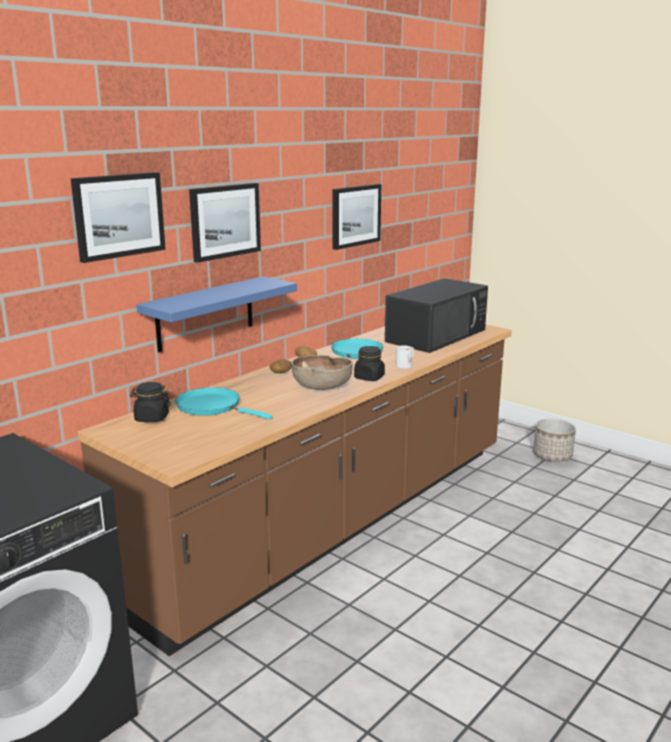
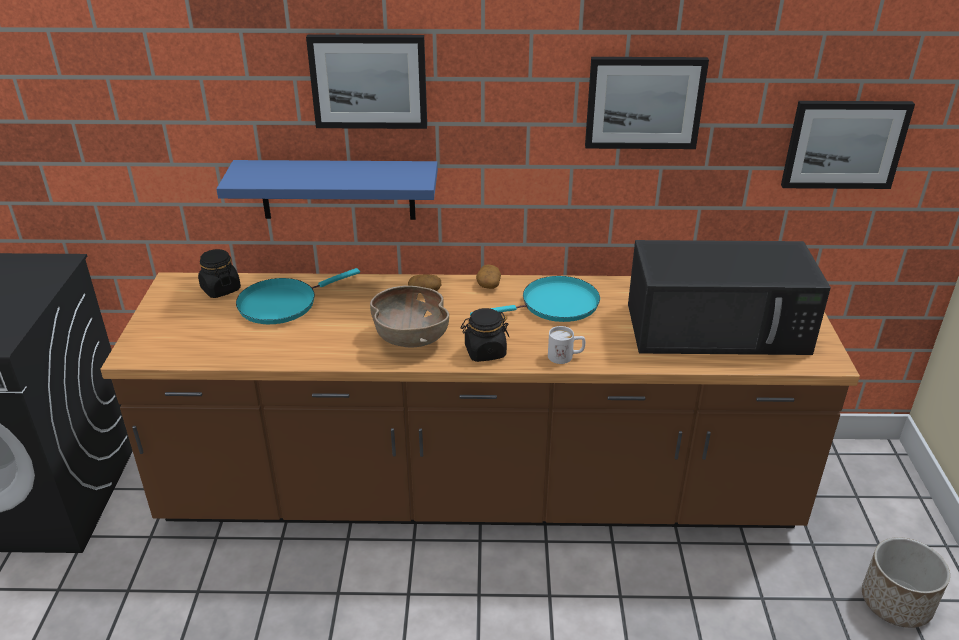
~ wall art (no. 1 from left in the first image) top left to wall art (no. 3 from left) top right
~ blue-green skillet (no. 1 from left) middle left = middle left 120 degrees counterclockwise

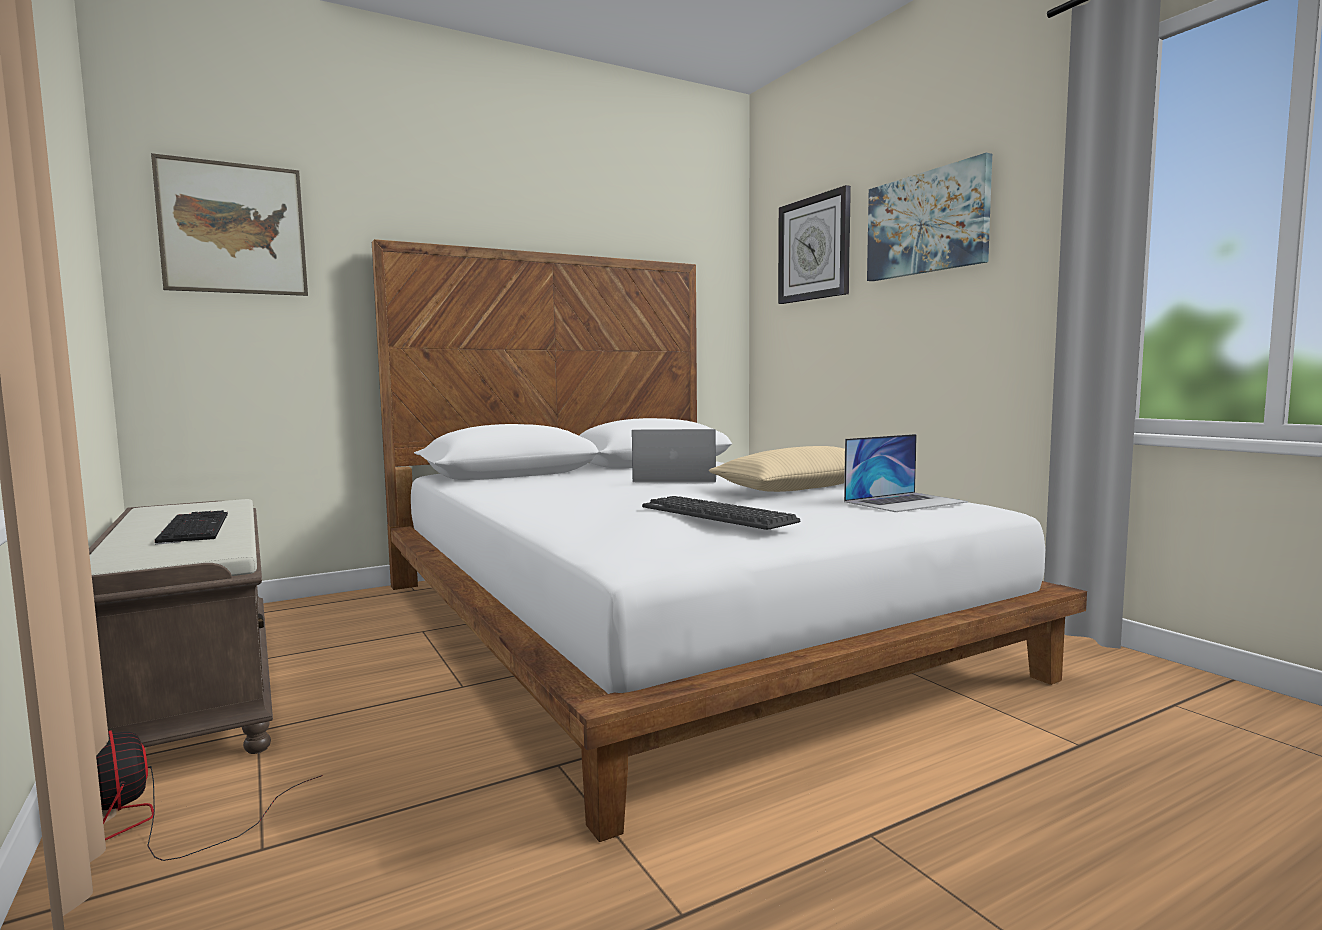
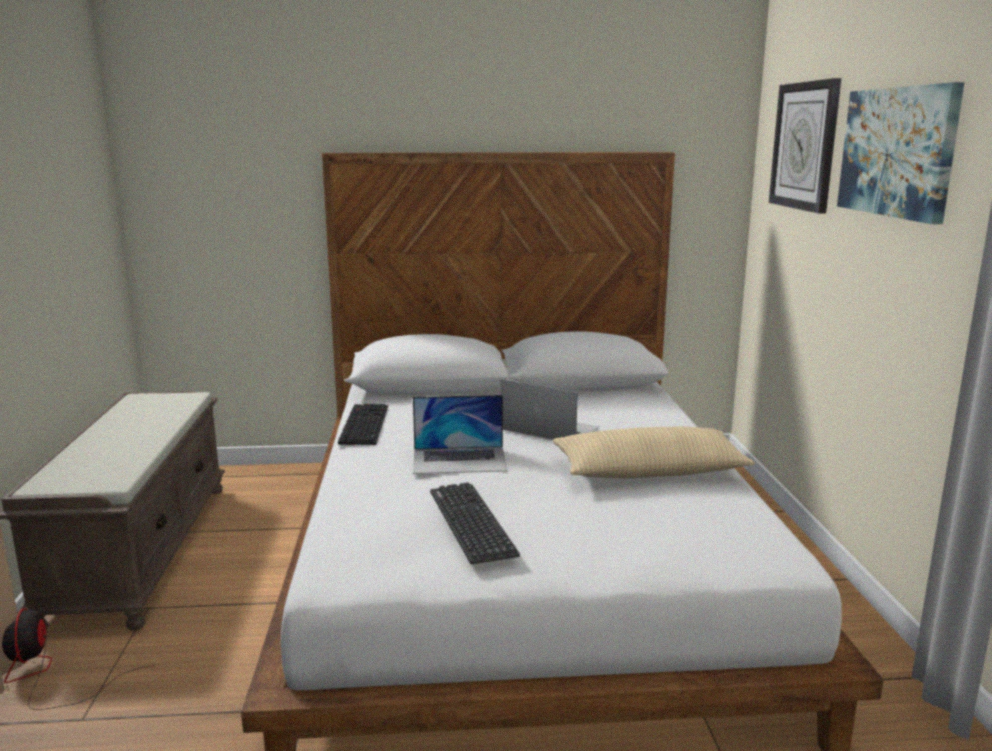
- wall art (no. 1 from left) top left
~ notebook computer (no. 2 from left in the first image) middle right to notebook computer (no. 1 from left) centre
~ keyboard (no. 1 from left) middle left to centre

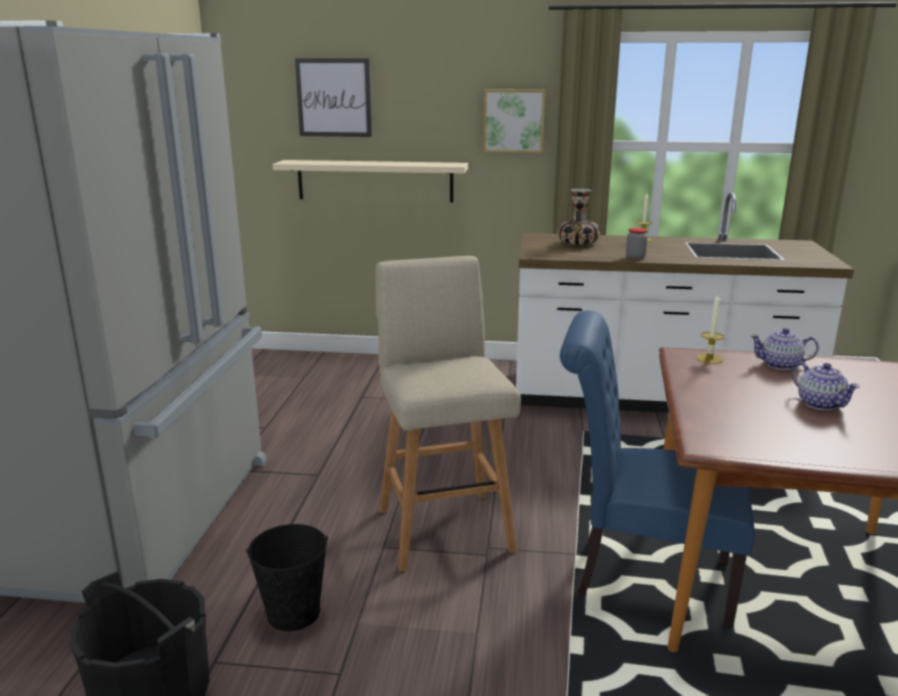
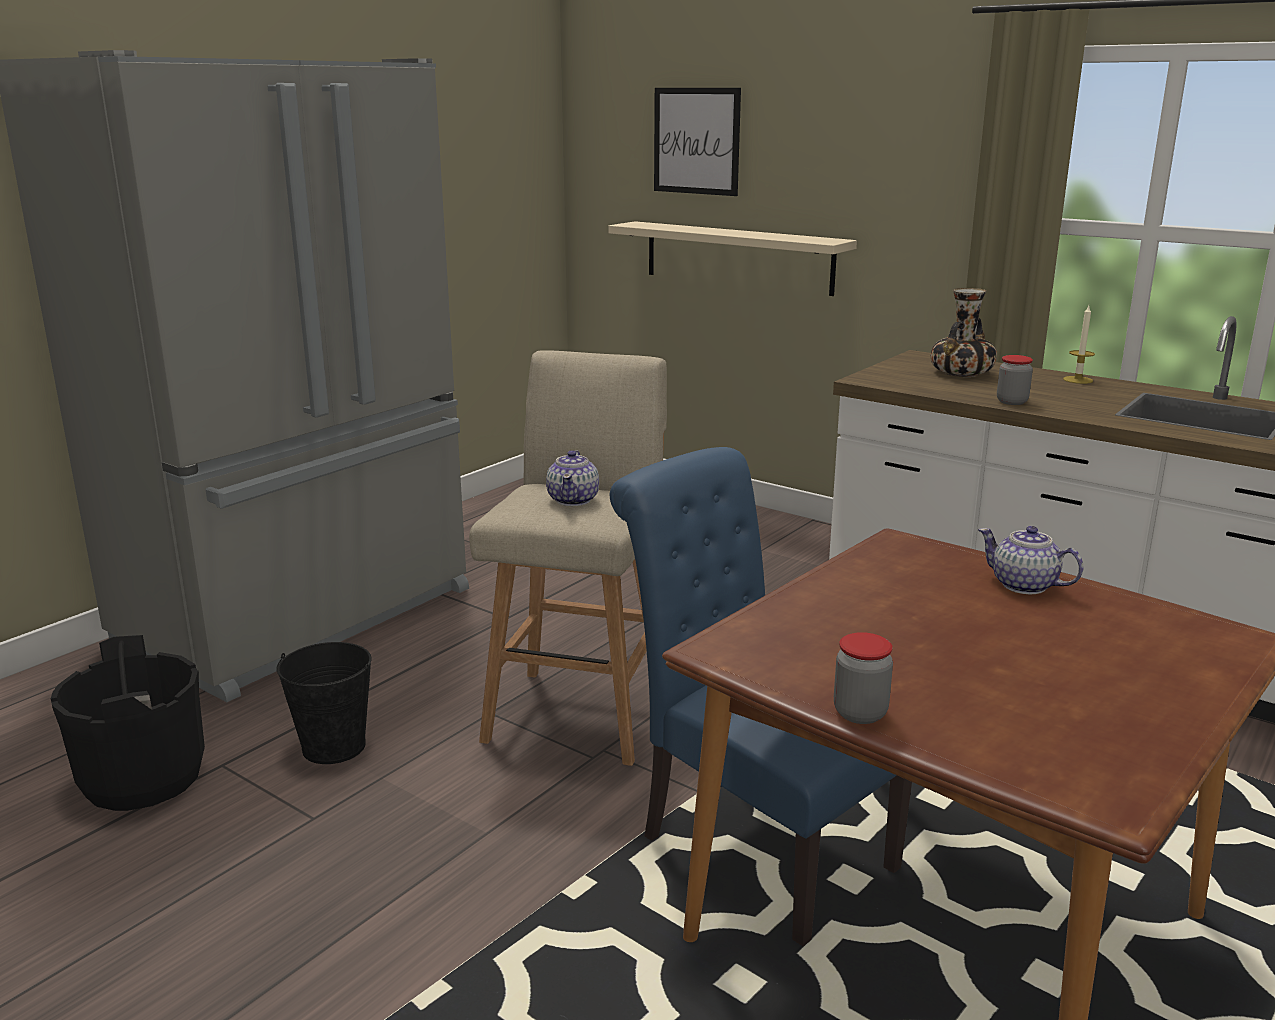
- wall art (no. 2 from left) top centre
- wax candle (no. 2 from left) middle right
~ pot for tea (no. 2 from left in the first image) middle right to pot for tea (no. 1 from left) centre
+ jar (no. 1 from left) middle right

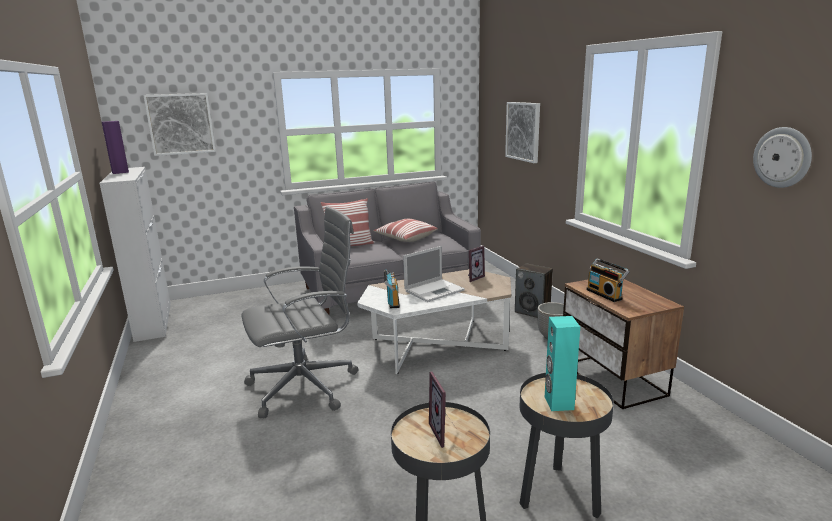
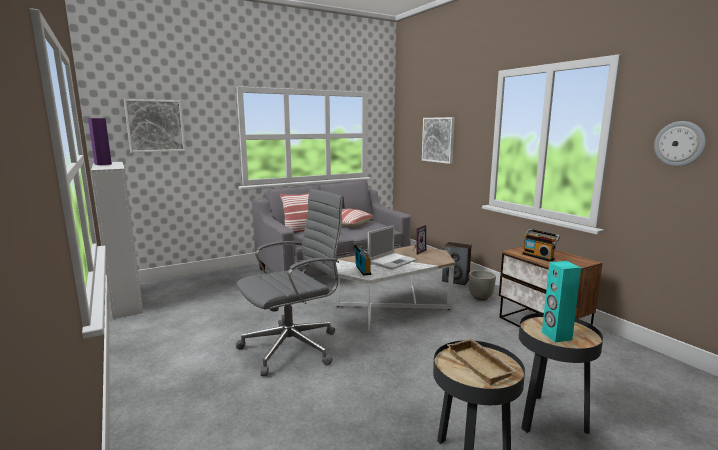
~ standing frame (no. 1 from left) bottom centre to beige-coloured serving tray bottom right

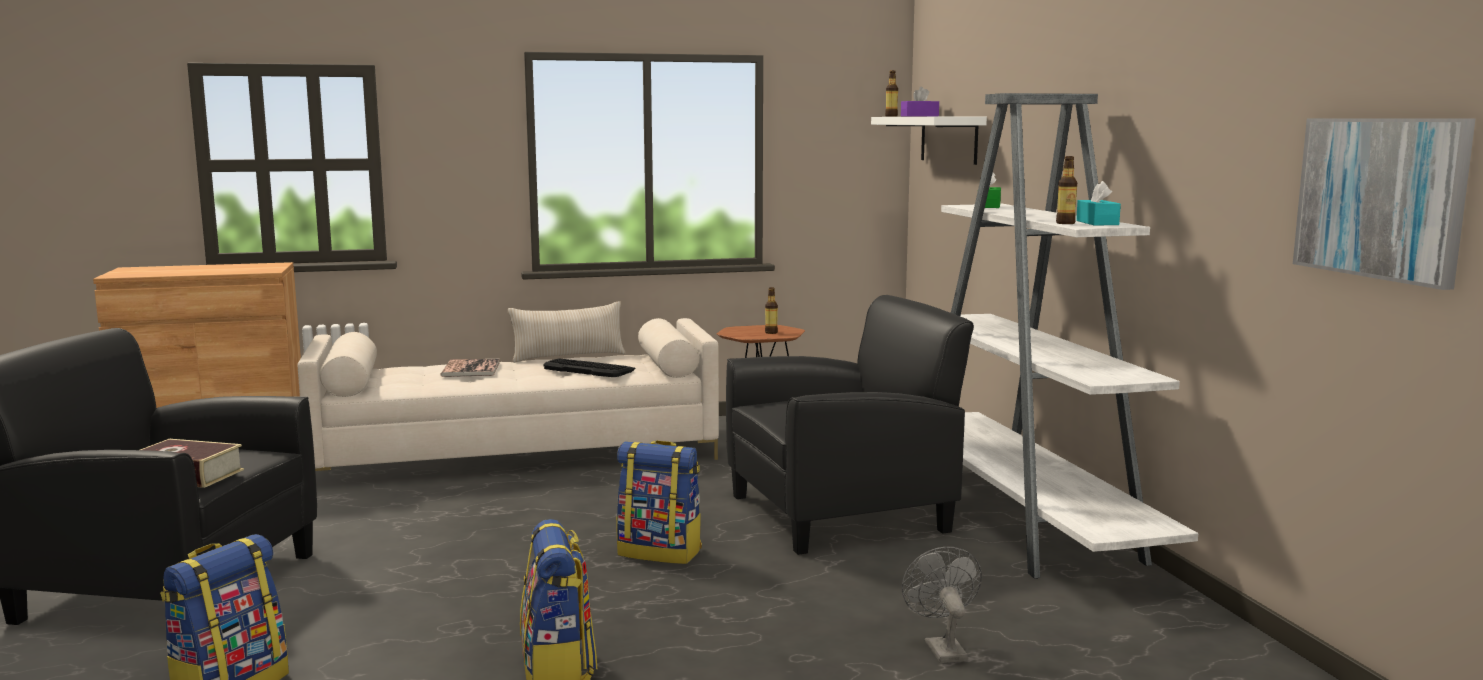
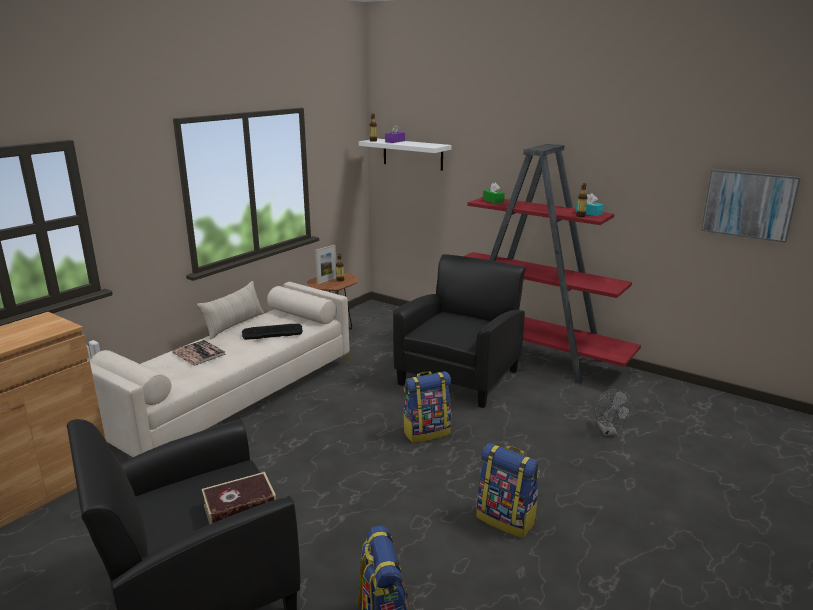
~ whitish bookshelf middle right to red-coloured bookshelf middle right
~ greyish electric fan bottom centre = bottom right 135 degrees counterclockwise
+ standing frame centre

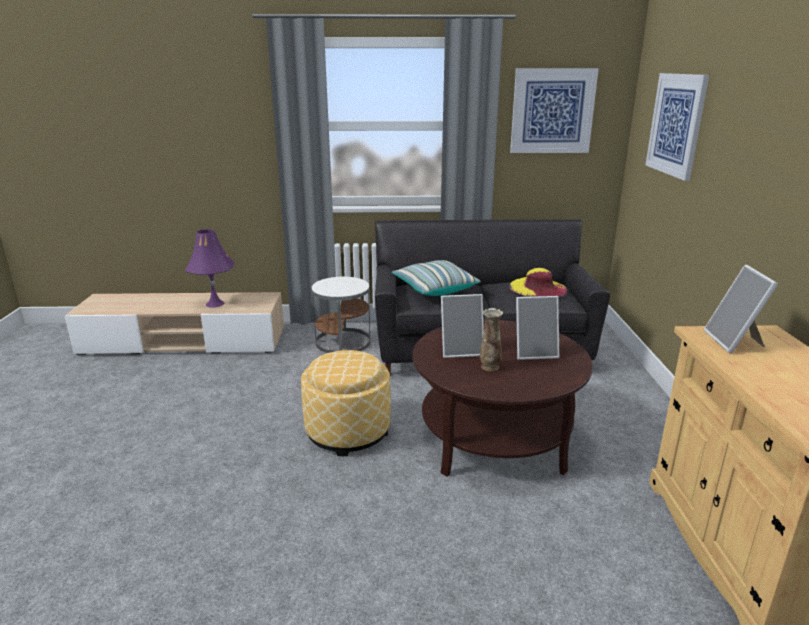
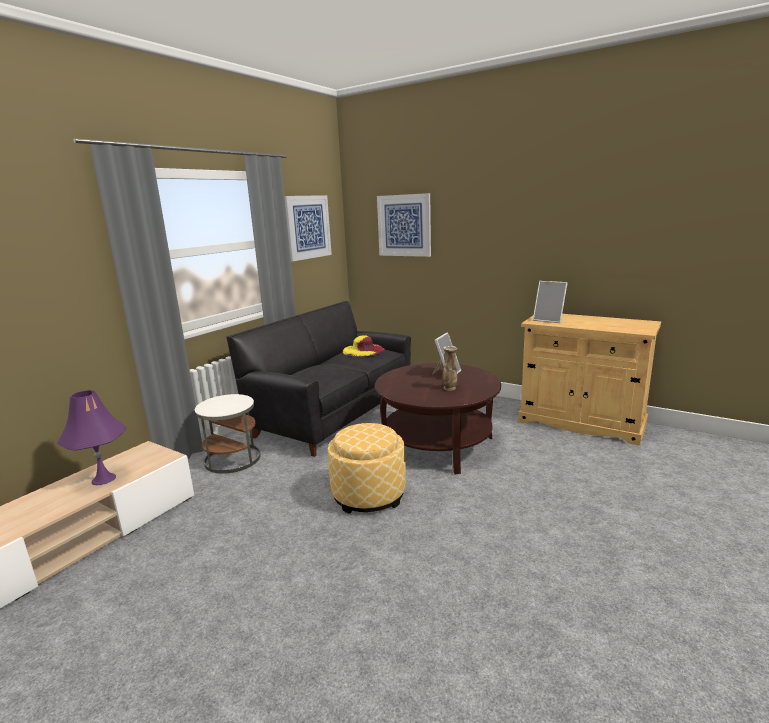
- throw pillow centre
- standing frame (no. 1 from left) centre

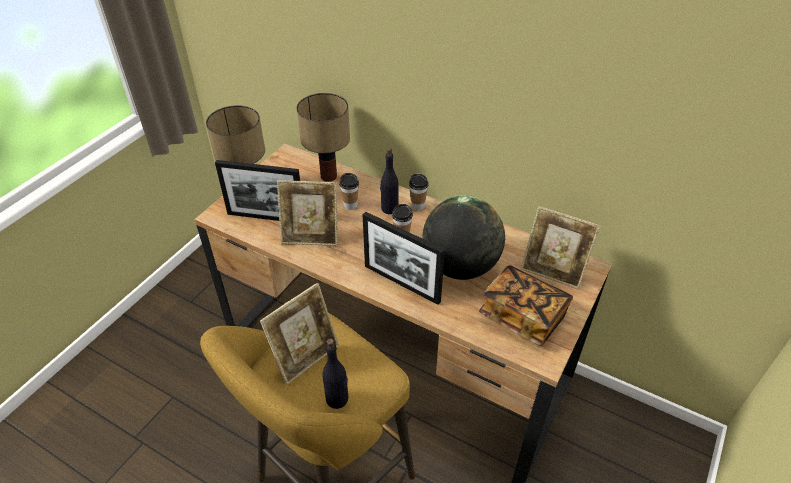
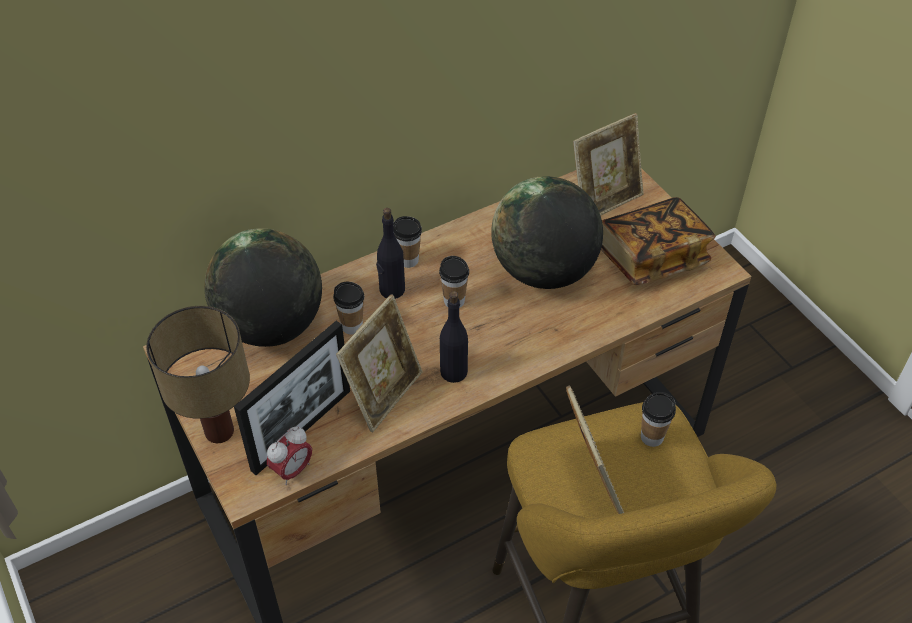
~ table lamp (no. 2 from left) top centre to world globe (no. 1 from left) middle left
- standing frame (no. 4 from left) centre
~ black-coloured beverage bottle (no. 1 from left in the first image) bottom centre to black-coloured beverage bottle (no. 2 from left) centre
+ small cup (no. 4 from left) bottom right
+ bedside clock bottom left

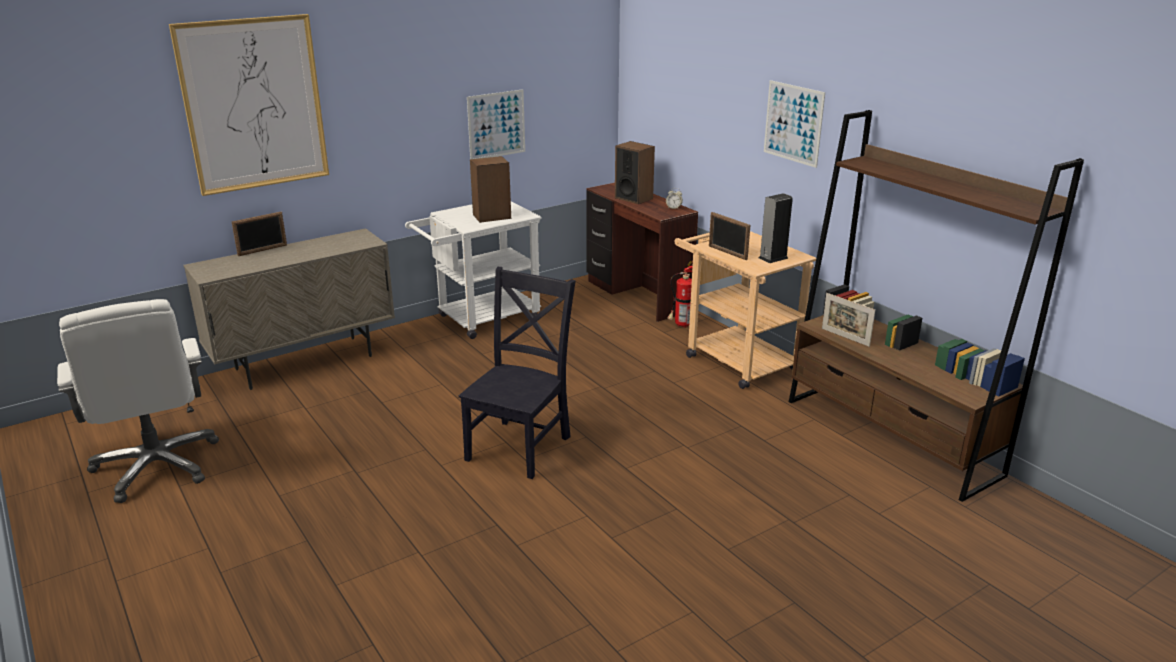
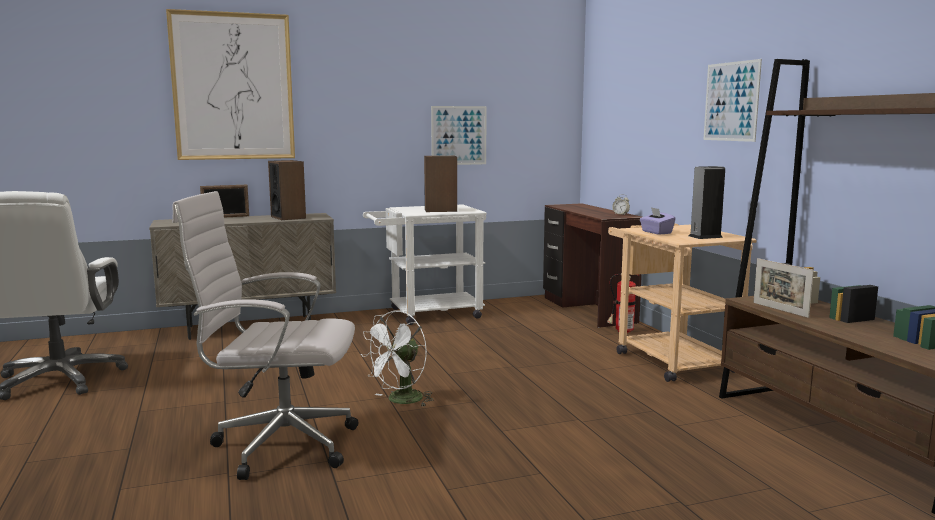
~ loudspeaker (no. 2 from left in the first image) top centre to loudspeaker (no. 1 from left) middle left
~ standing frame (no. 2 from left) centre to purplish tissue holder middle right
~ black-coloured chair centre to whitish electric fan bottom centre
+ whitish computer chair (no. 2 from left) middle left

